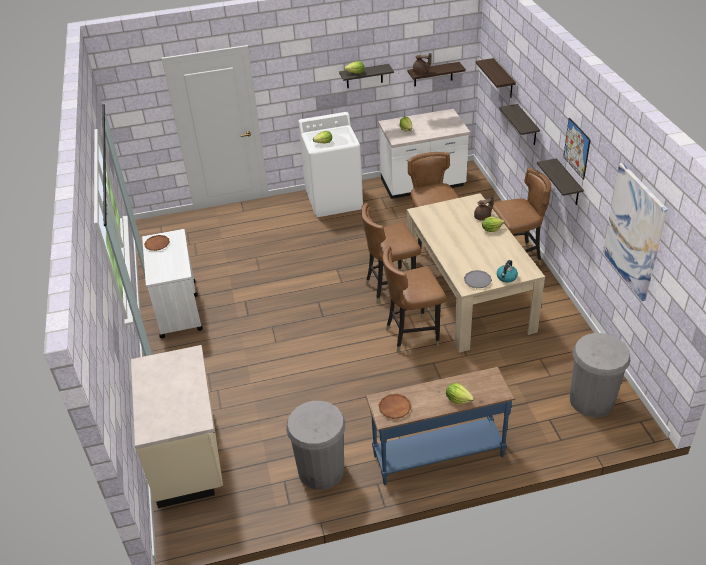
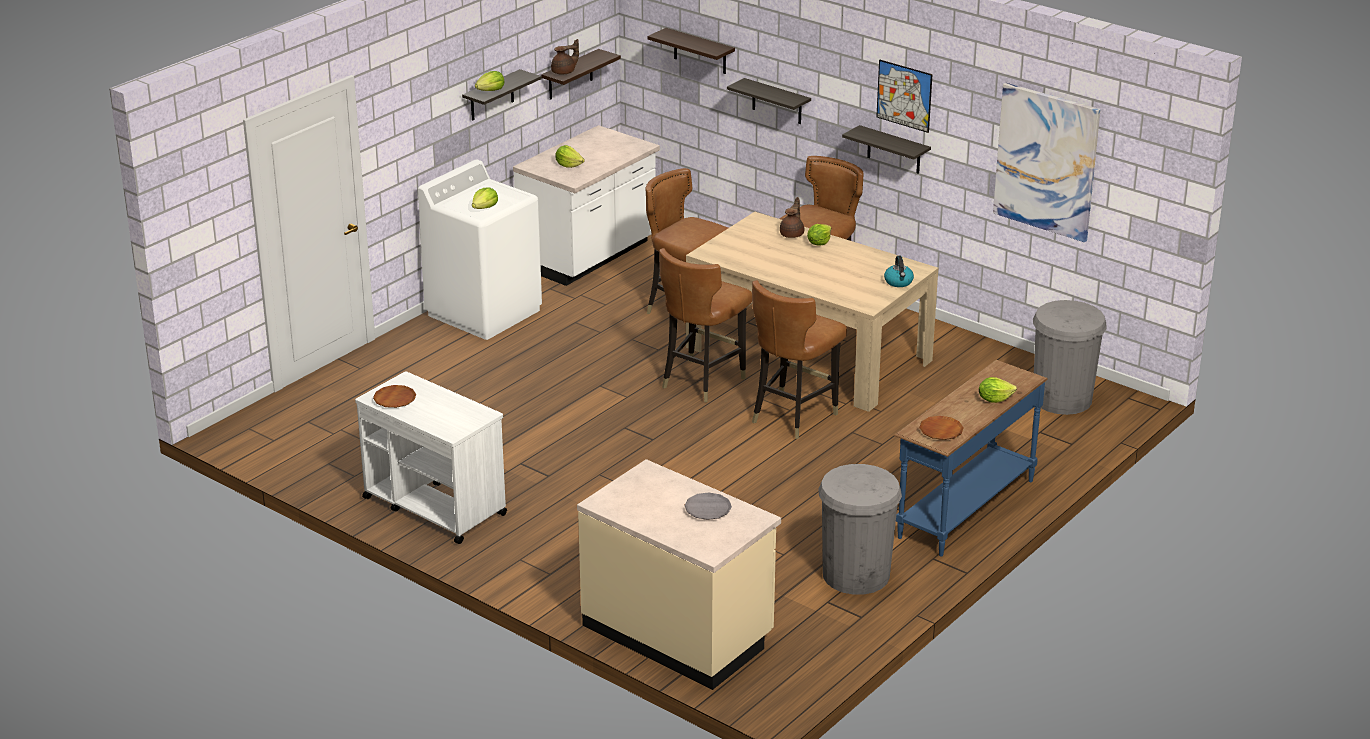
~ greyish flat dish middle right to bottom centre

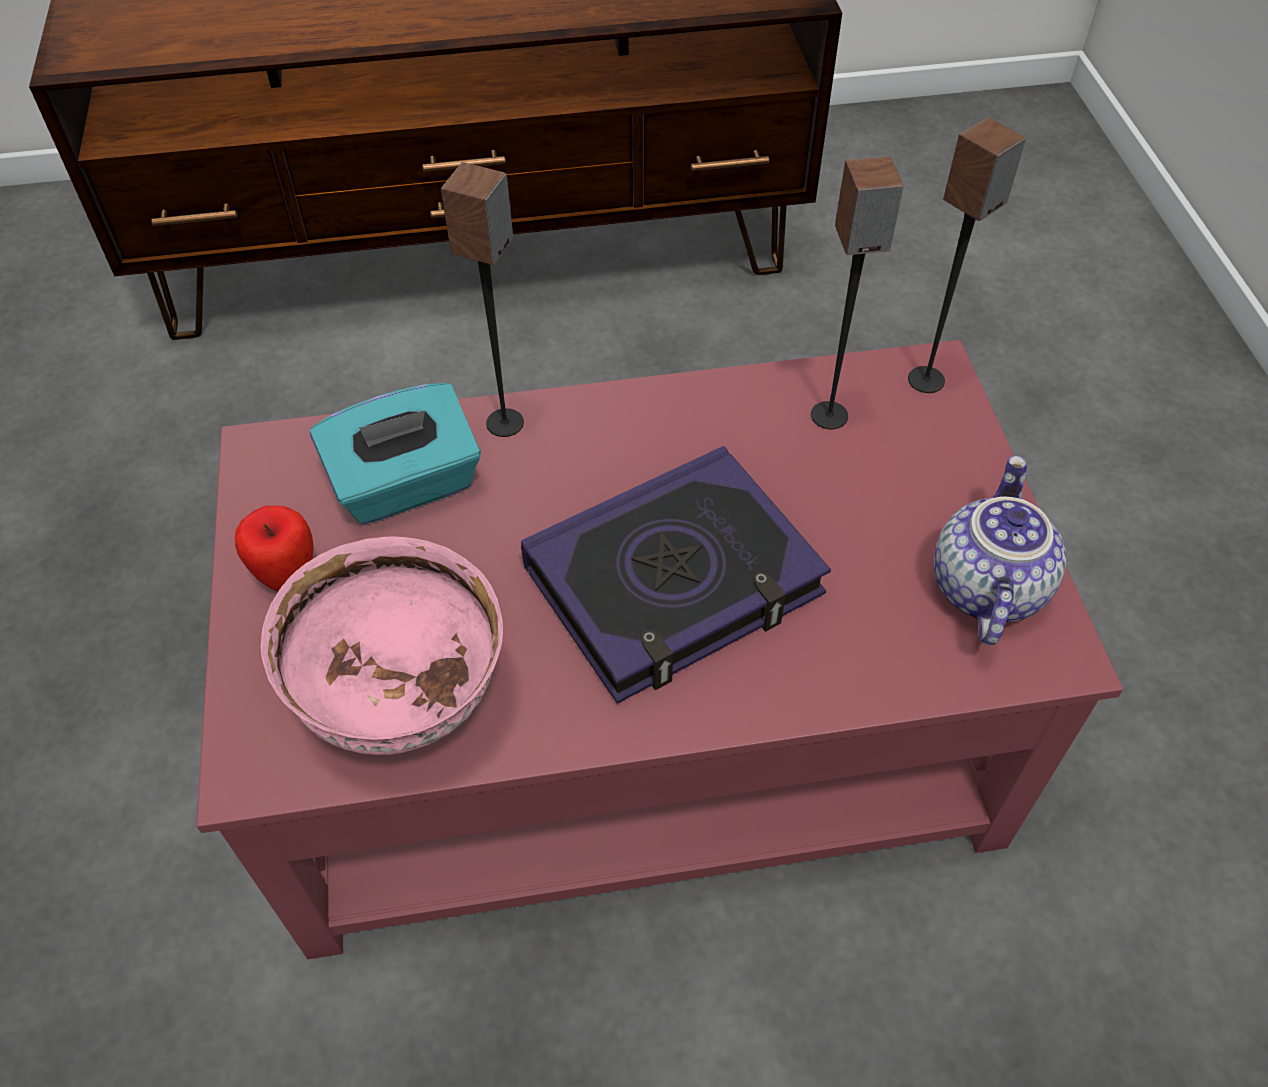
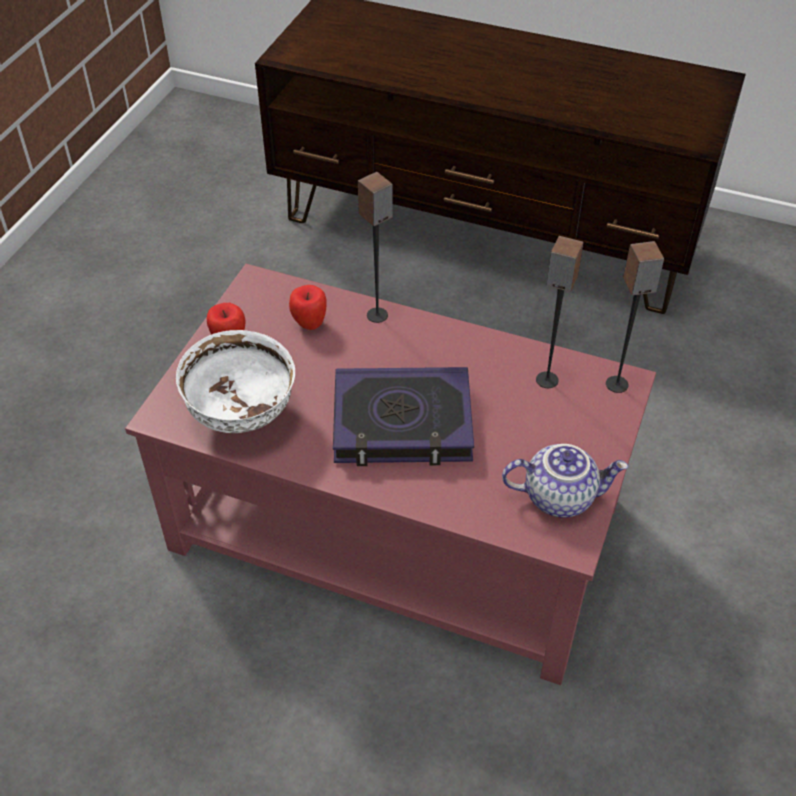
~ blue-green tissue holder middle left to apple fruit (no. 2 from left) centre
~ pot for tea middle right = middle right 45 degrees clockwise
~ pinkish bowl middle left to whitish bowl middle left

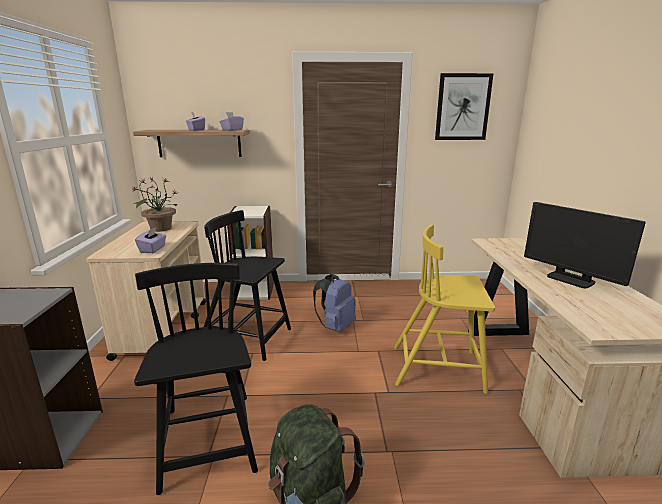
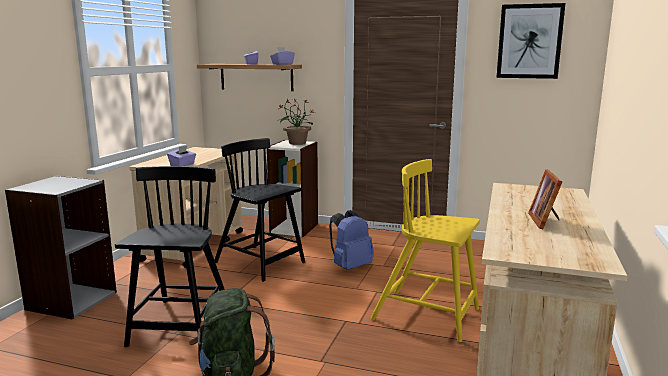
~ plant in a pot middle left to top centre
~ computer screen middle right to standing frame middle right

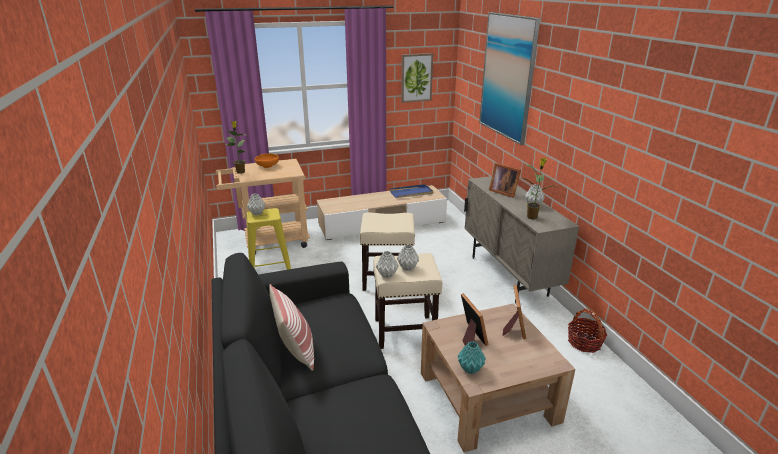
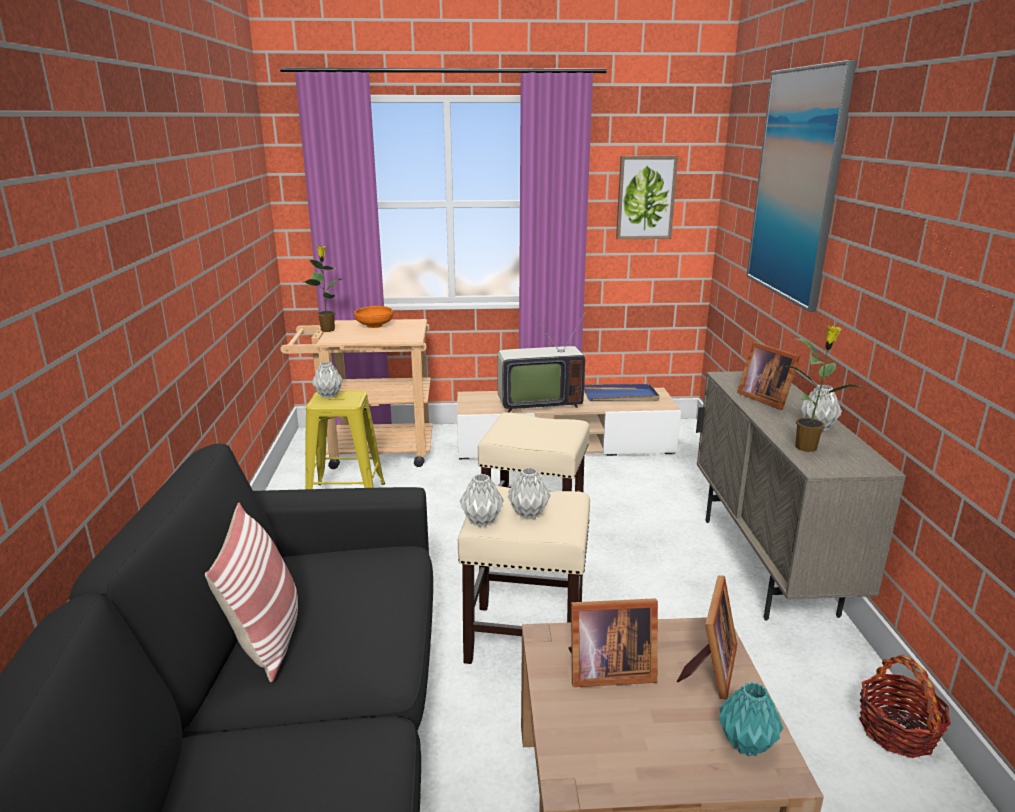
~ standing frame (no. 1 from left) bottom centre = bottom centre 90 degrees clockwise
~ blue-green flower vase bottom centre to bottom right
+ TV set centre

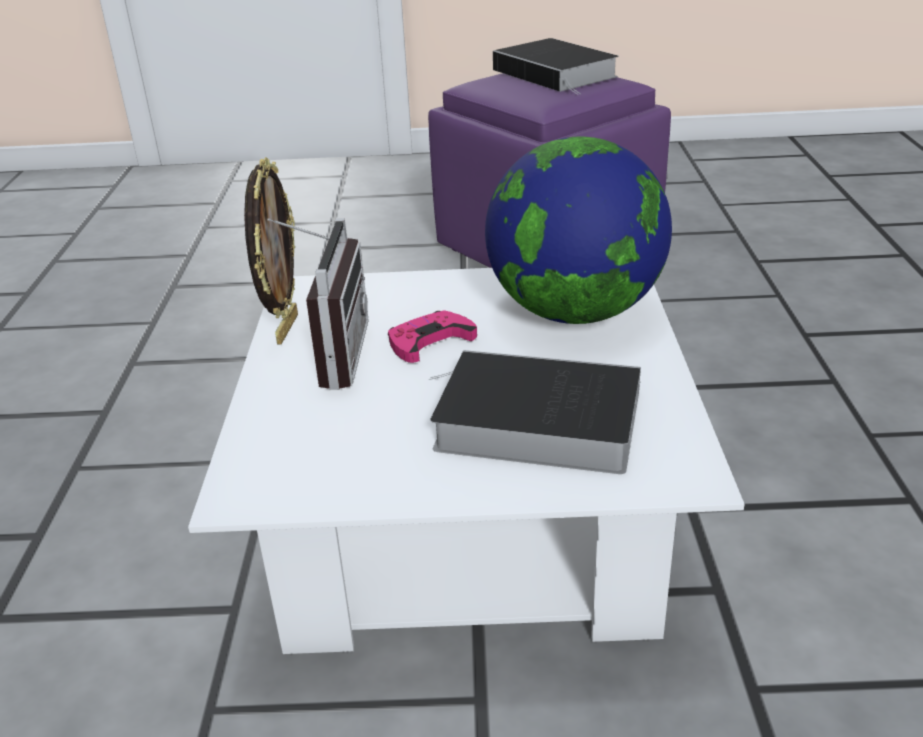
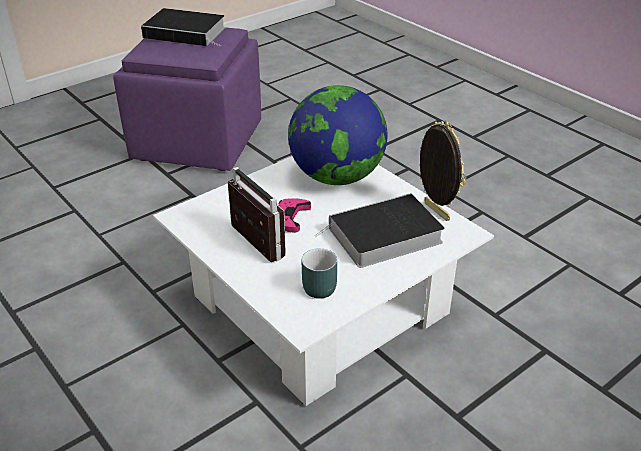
~ standing frame middle left to middle right
+ blue-green tea mug centre

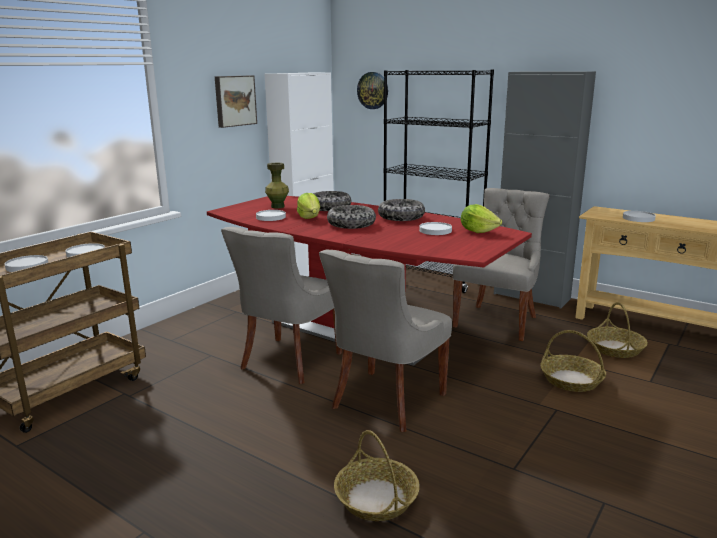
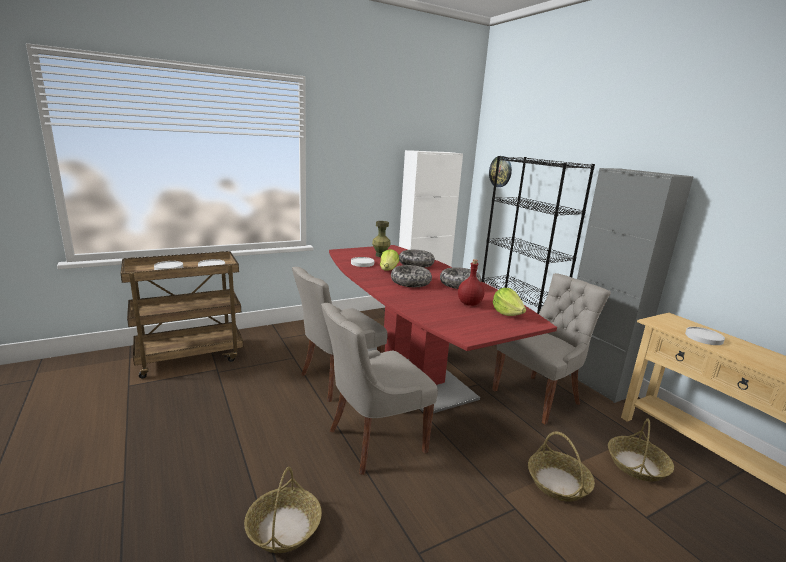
- wall art top left
~ whitish flat dish (no. 4 from left) centre to red-coloured beverage bottle centre

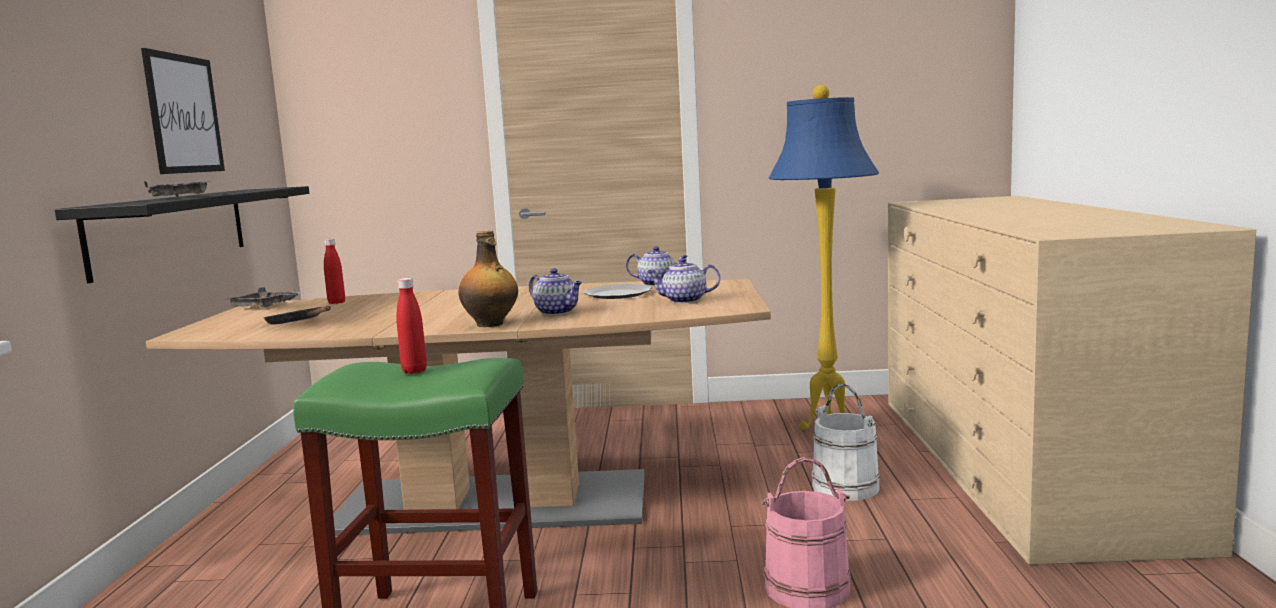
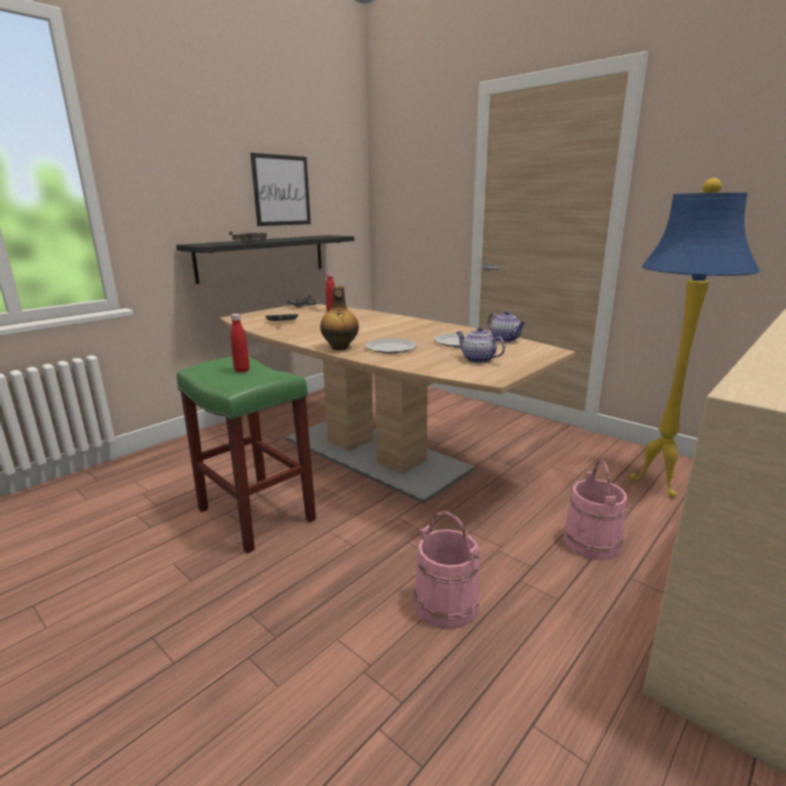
~ pot for tea (no. 1 from left) centre to flat dish (no. 1 from left) centre
~ whitish water bucket bottom centre to pinkish water bucket (no. 2 from left) middle right

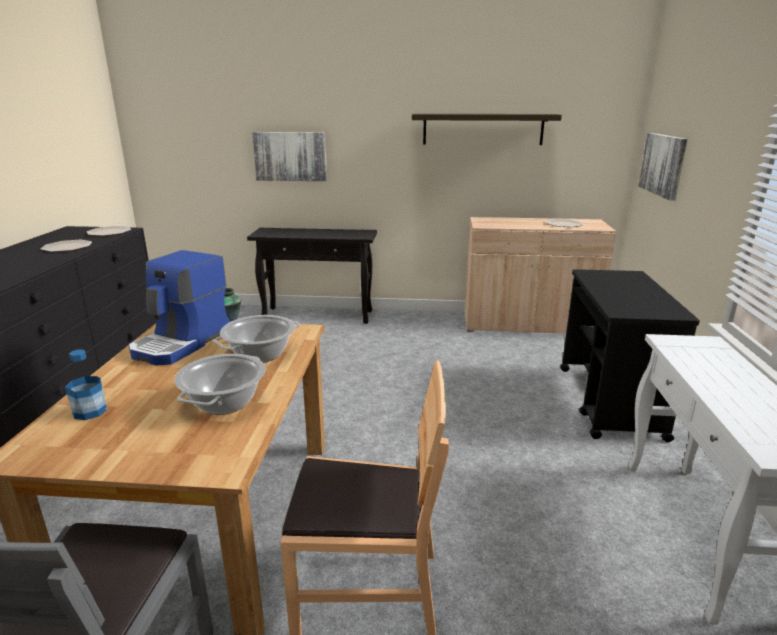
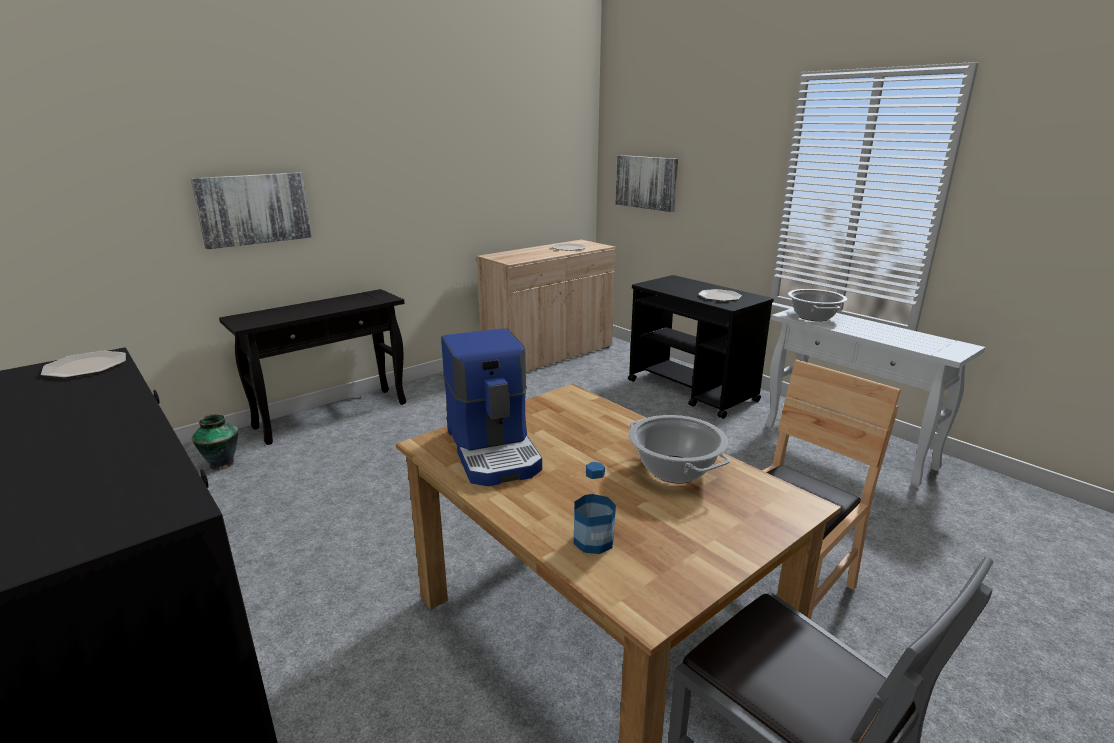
- shelf top centre
~ flat dish (no. 1 from left in the first image) middle left to flat dish (no. 3 from left) centre
~ stockpot (no. 2 from left) middle left to middle right

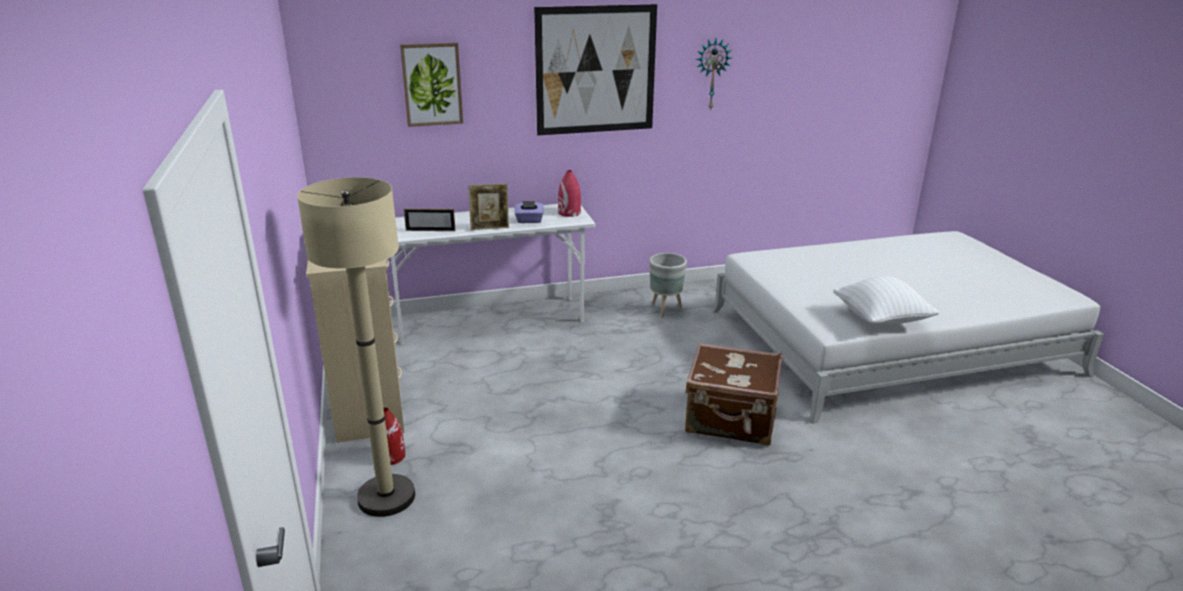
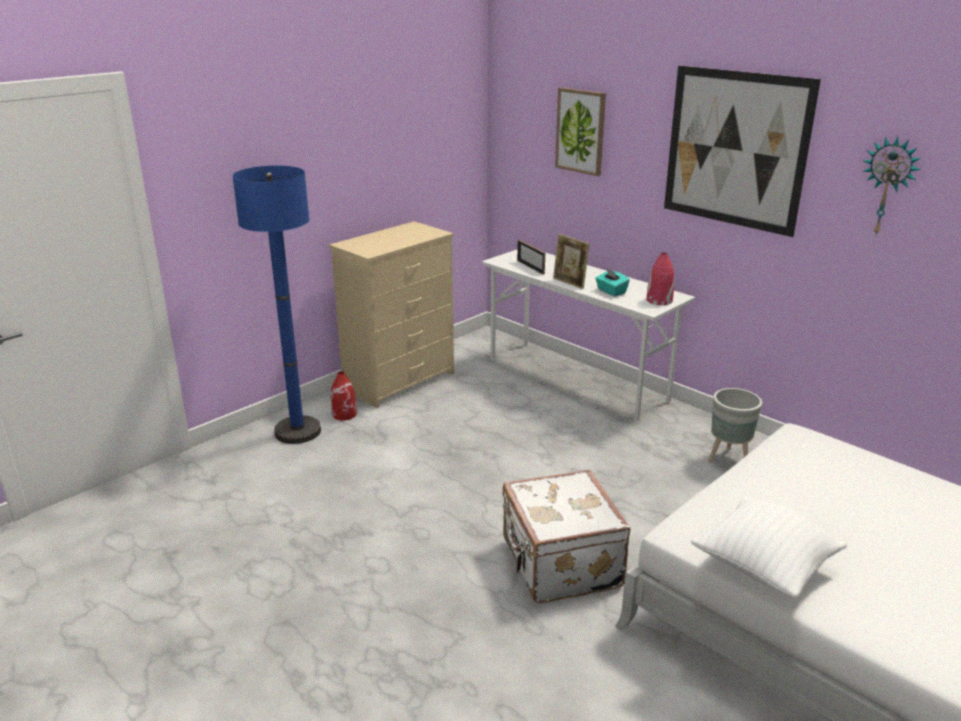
~ beige-coloured floor lamp middle left to blue floor lamp middle left
~ purplish tissue holder centre to blue-green tissue holder centre
~ brownish travel case bottom centre to whitish travel case bottom centre

